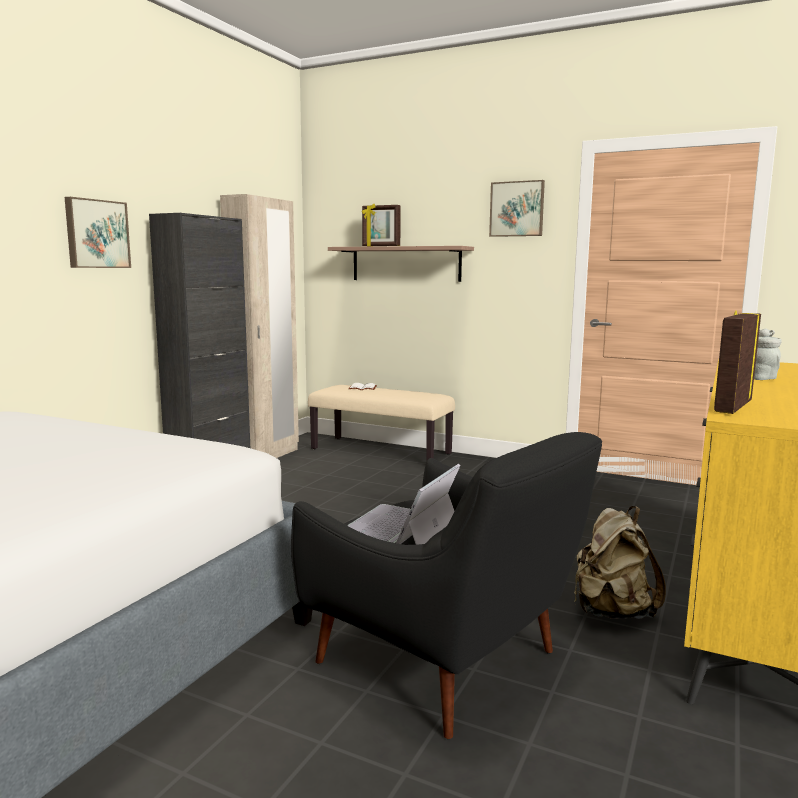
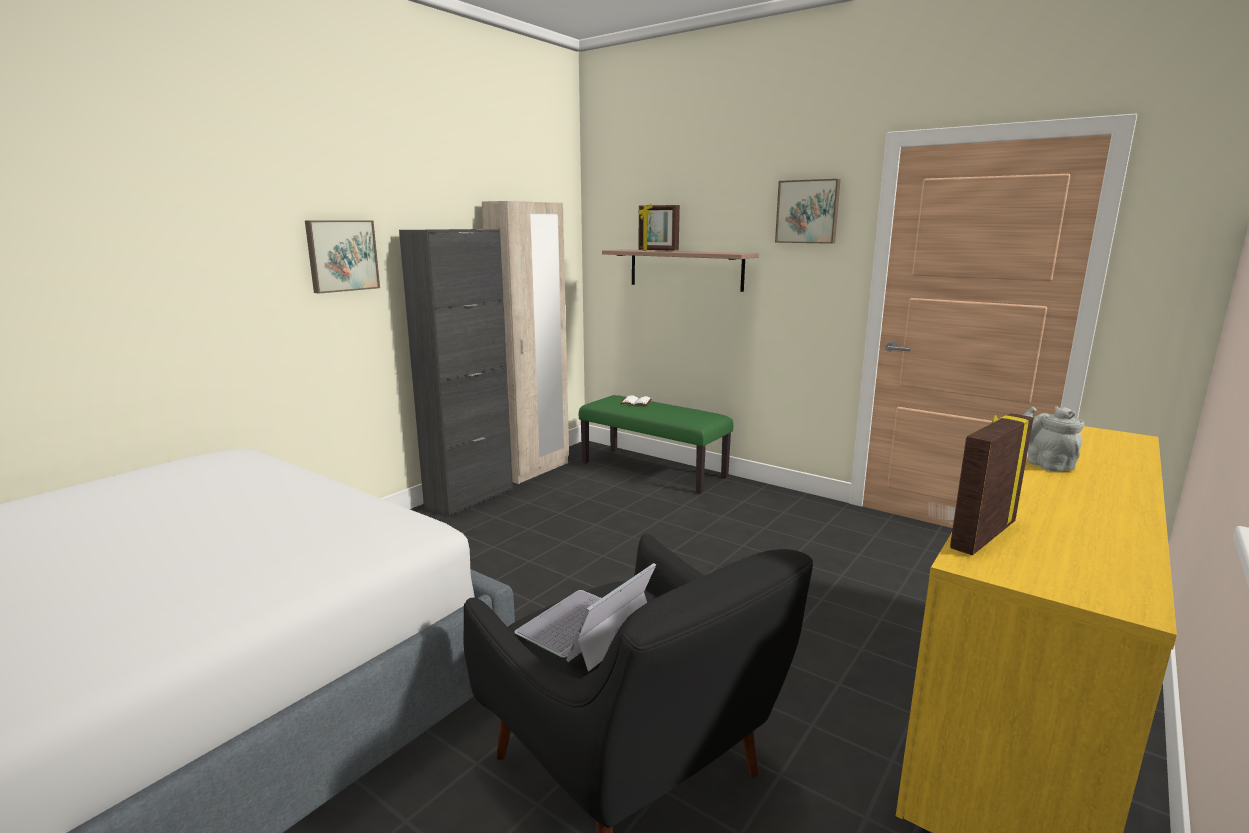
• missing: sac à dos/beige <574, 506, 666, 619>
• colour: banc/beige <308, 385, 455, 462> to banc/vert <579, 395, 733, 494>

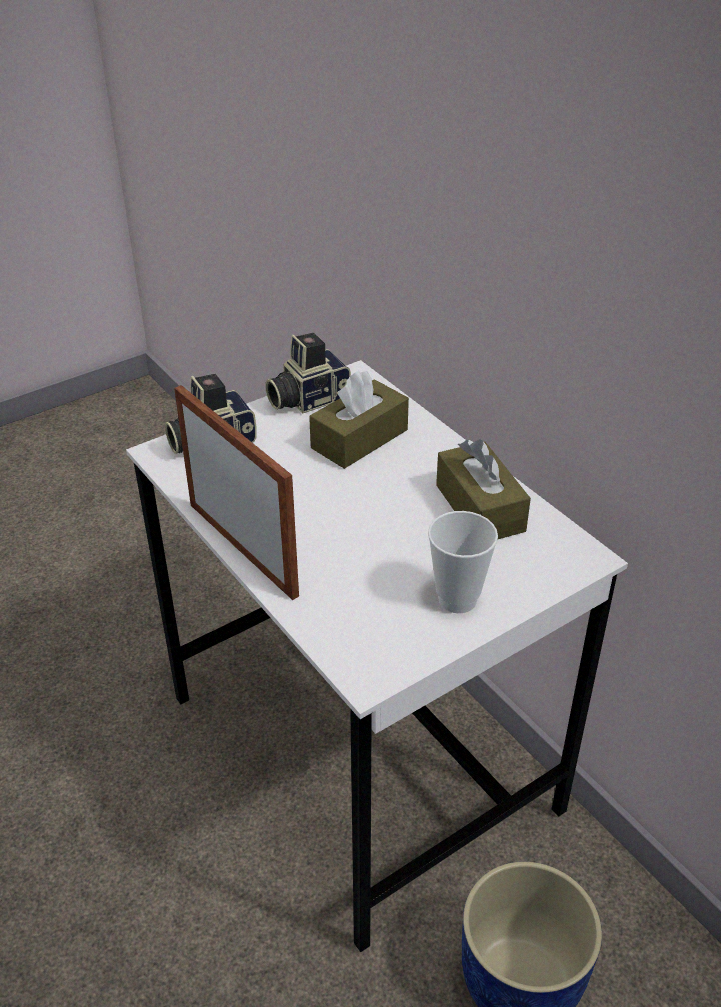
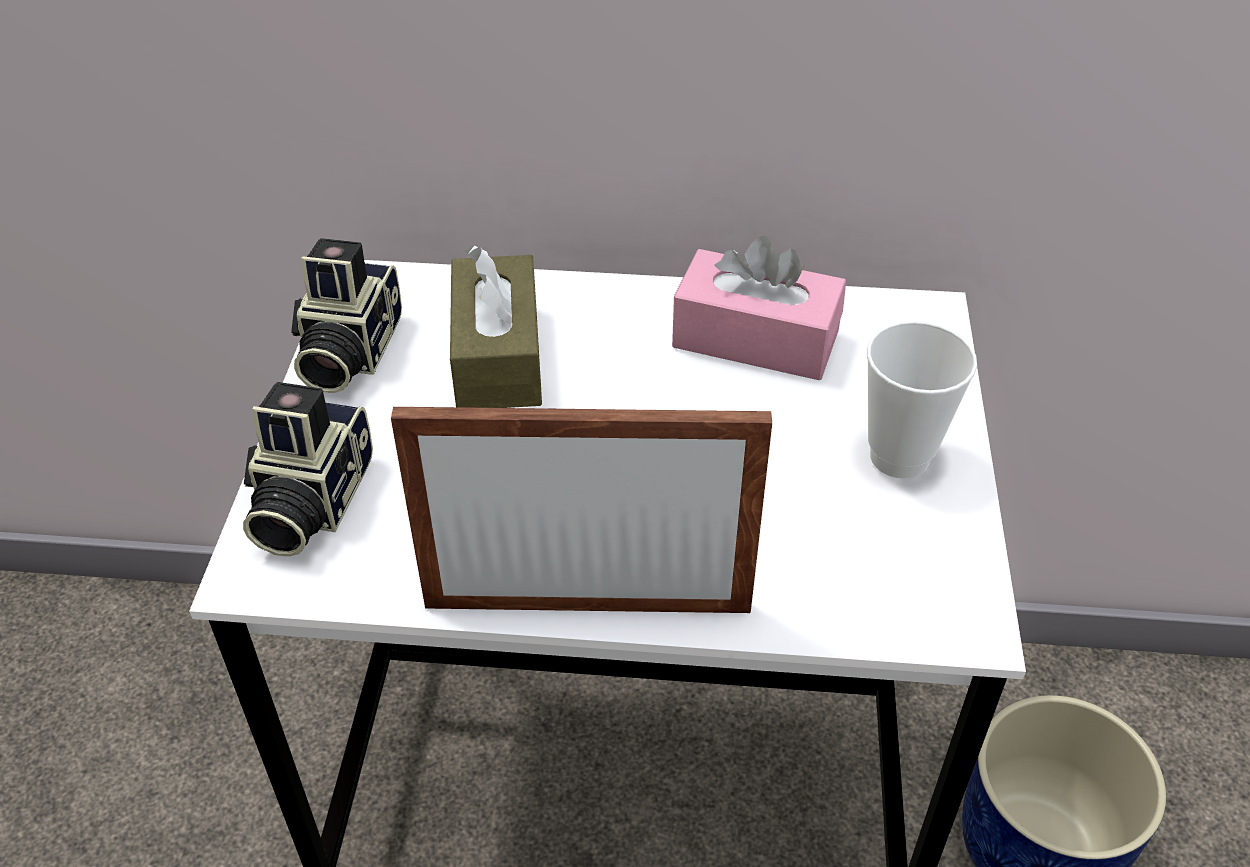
• colour: boîte à mouchoirs/marron <436, 439, 531, 539> to boîte à mouchoirs/rose <672, 236, 846, 381>

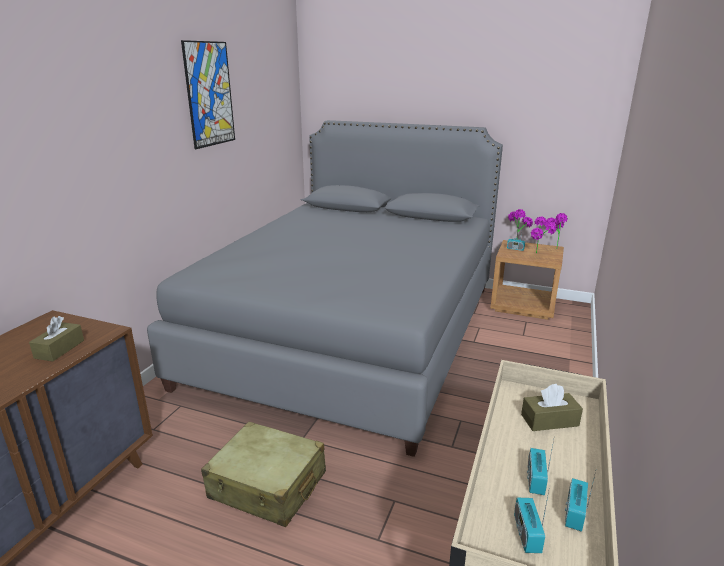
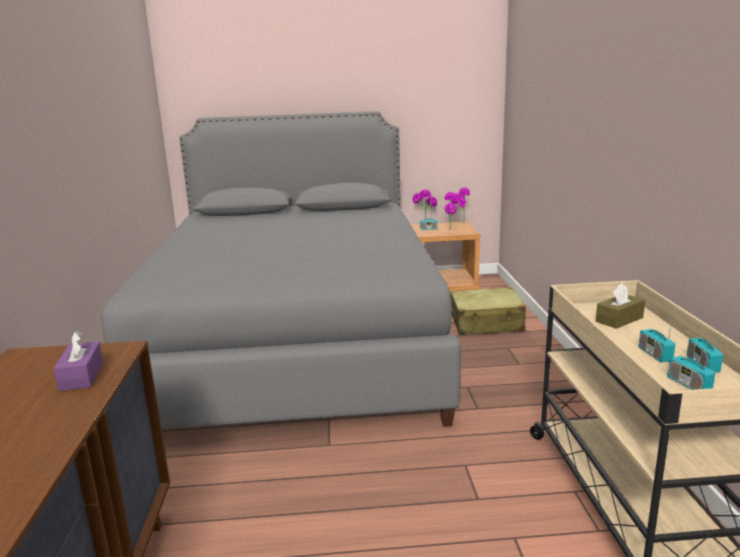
• missing: tableau <181, 40, 235, 149>
• relocated: valise/beige <201, 421, 326, 527> to <451, 287, 526, 335>
• colour: boîte à mouchoirs/marron <29, 316, 84, 362> to boîte à mouchoirs/violet <53, 331, 103, 391>

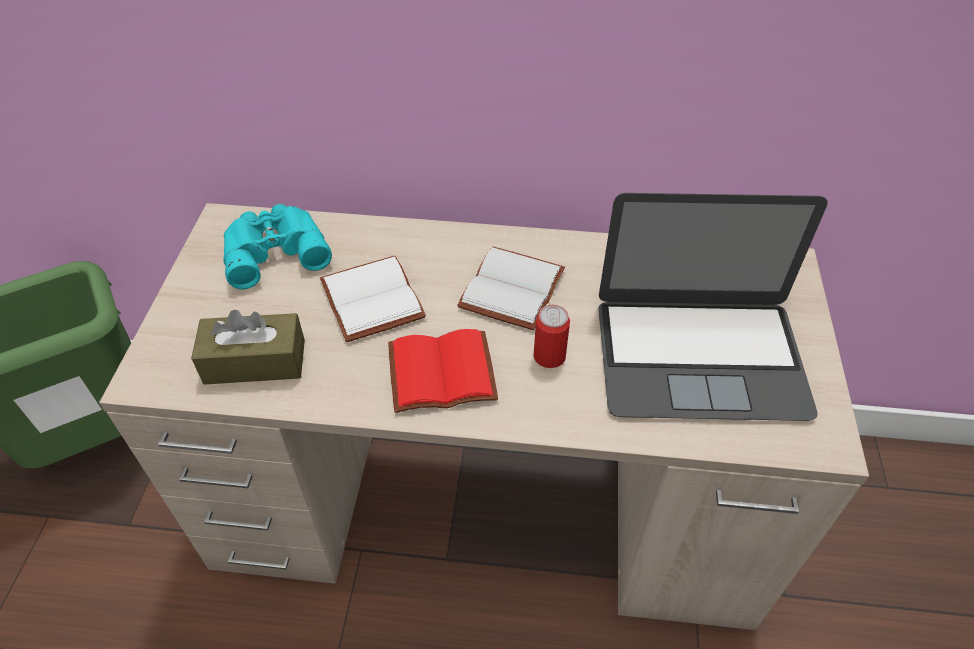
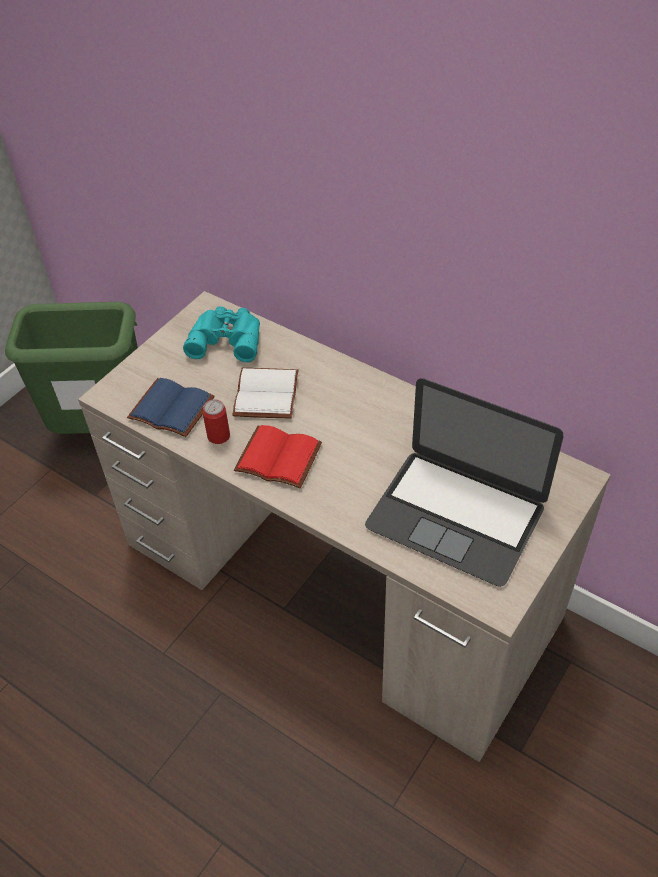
• missing: livre/blanc <457, 246, 565, 330>
• relocated: boîte métallique <533, 304, 570, 368> to <203, 399, 230, 444>
• exchanged: boîte à mouchoirs/marron <191, 310, 305, 385> to livre/bleu <127, 378, 215, 437>

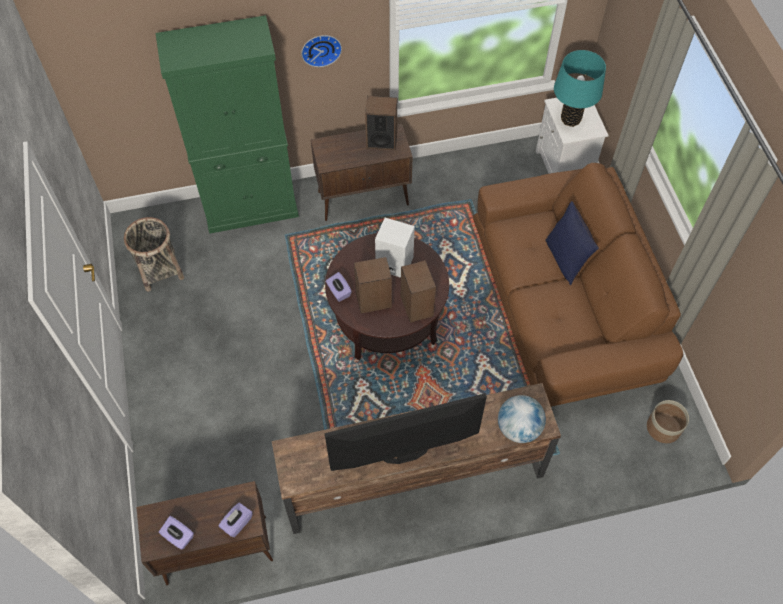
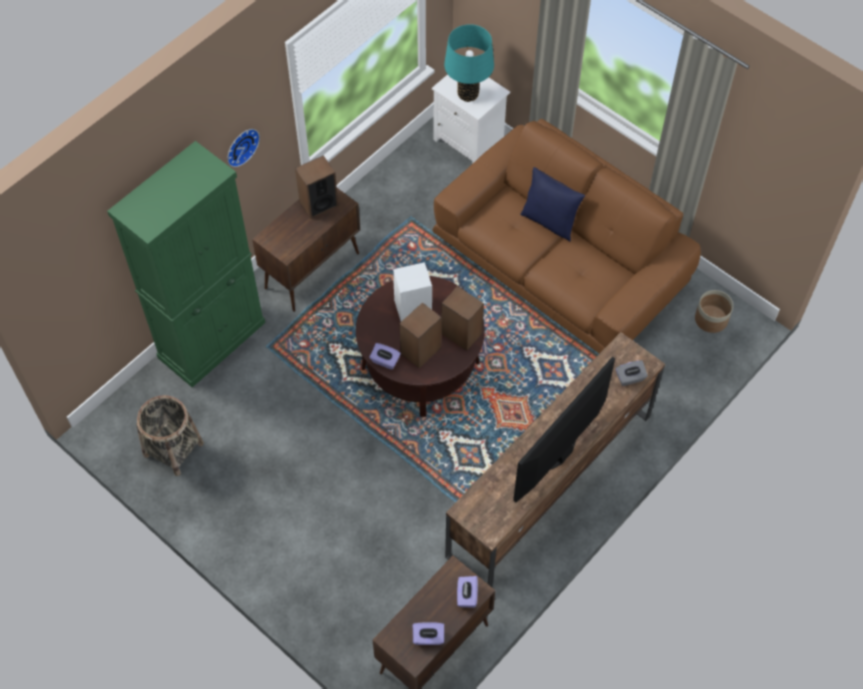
• exchanged: globe <498, 395, 546, 443> to boîte à mouchoirs/gris <616, 360, 648, 386>

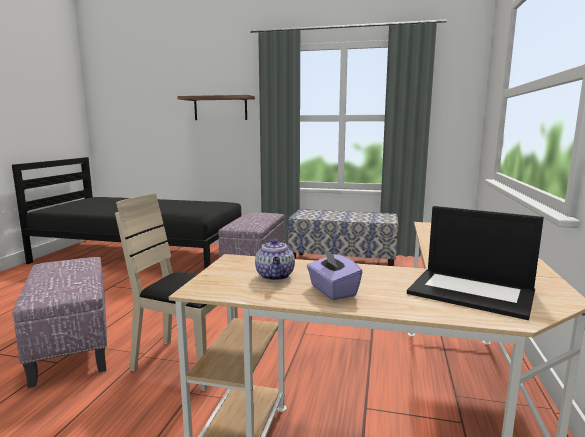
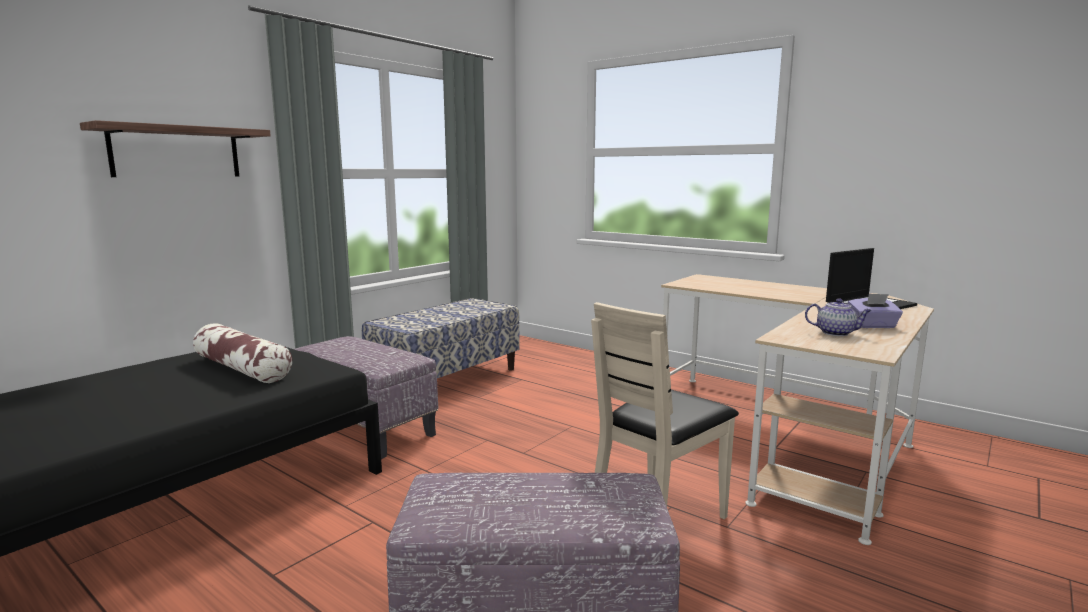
• appeared: coussin <193, 323, 292, 383>

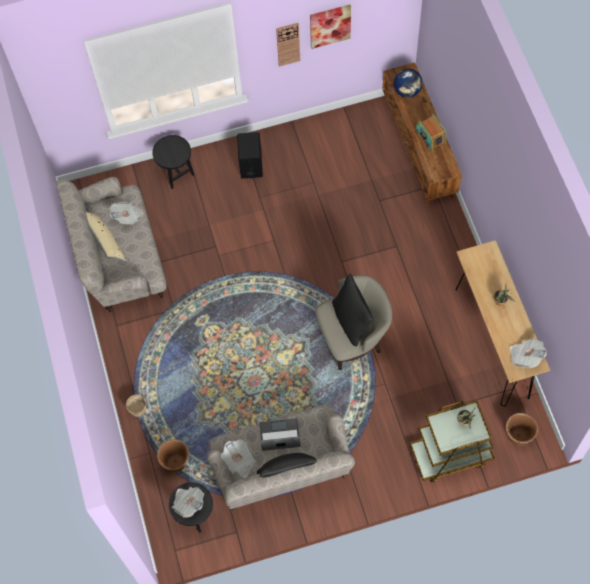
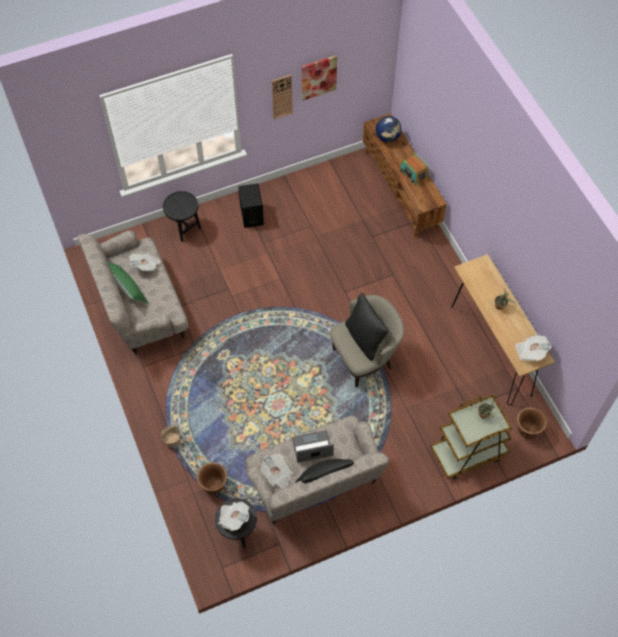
• colour: coussin/beige <86, 212, 126, 261> to coussin/vert <108, 262, 149, 304>

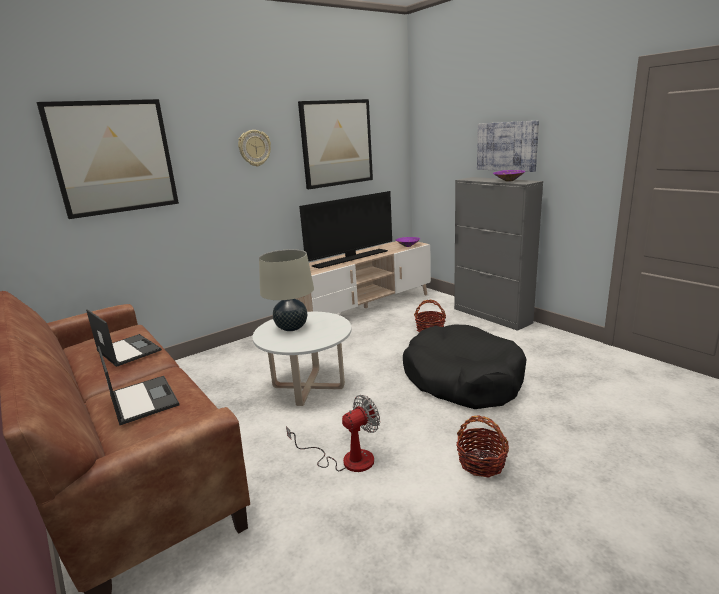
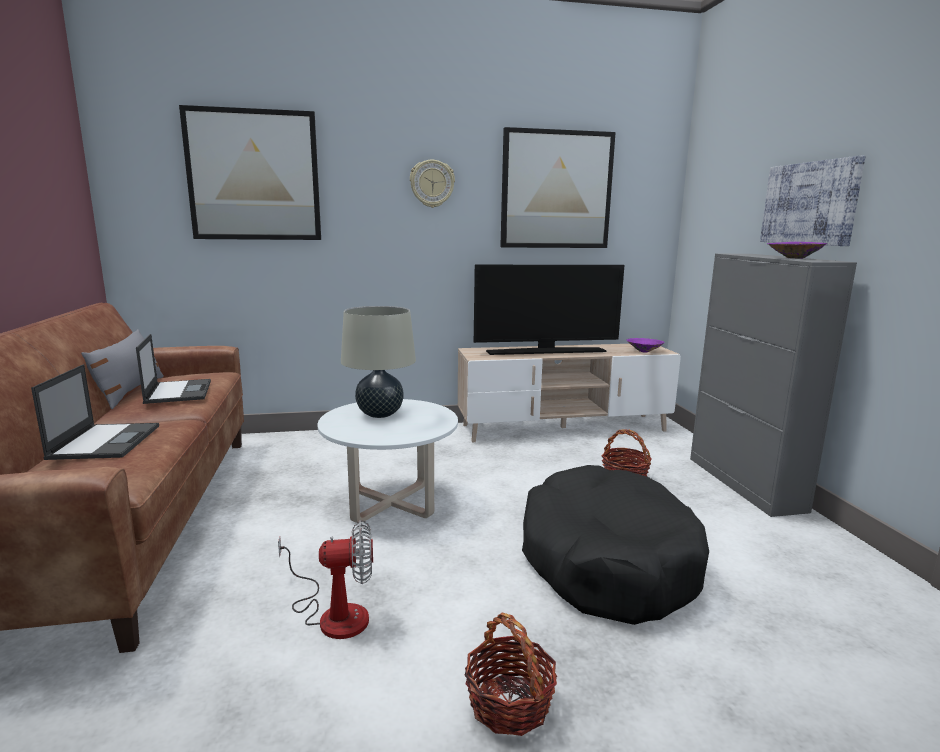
• appeared: coussin/gris <81, 329, 164, 409>

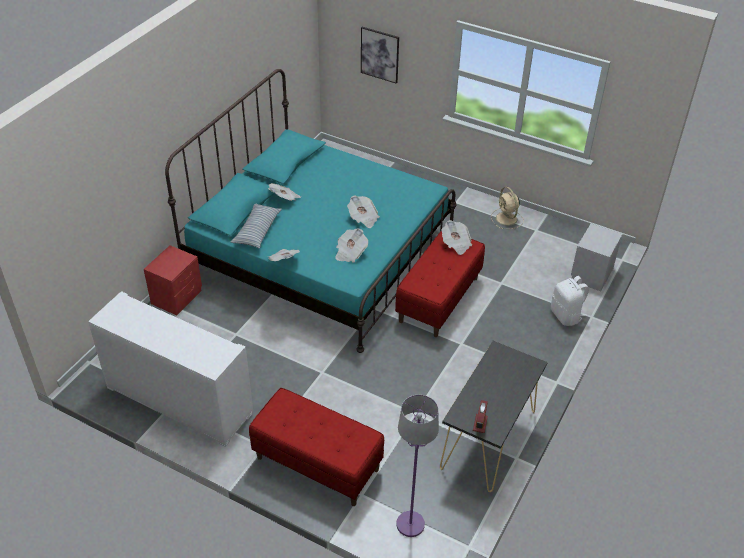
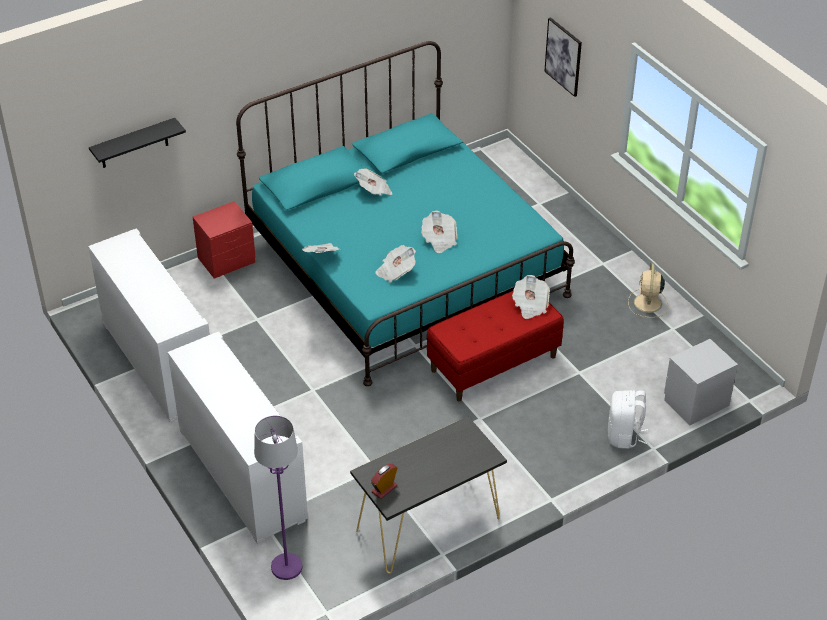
• missing: coussin <231, 204, 282, 248>
• appeared: étagère/noir <89, 118, 186, 168>
• exchanged: banc/rouge <249, 388, 384, 506> to meuble de rangement/blanc <168, 332, 308, 544>

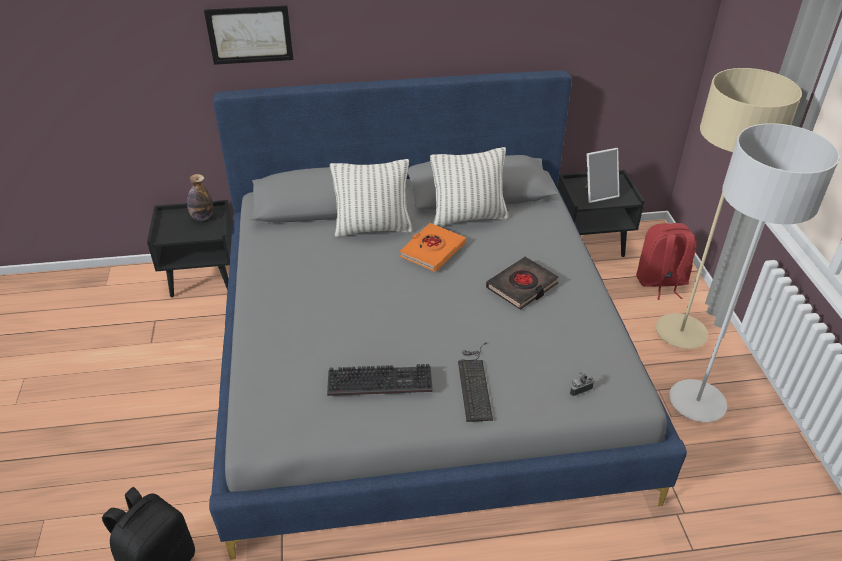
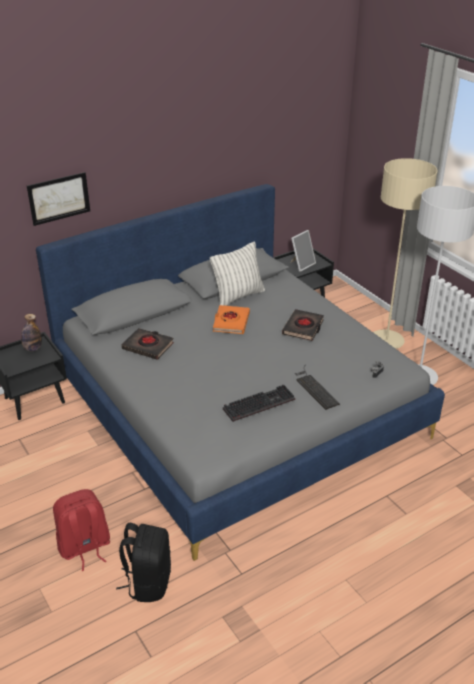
• missing: coussin <330, 159, 413, 237>
• appeared: livre/noir <122, 328, 174, 360>
• relocated: sac à dos/rouge <636, 223, 697, 300> to <53, 489, 110, 571>

